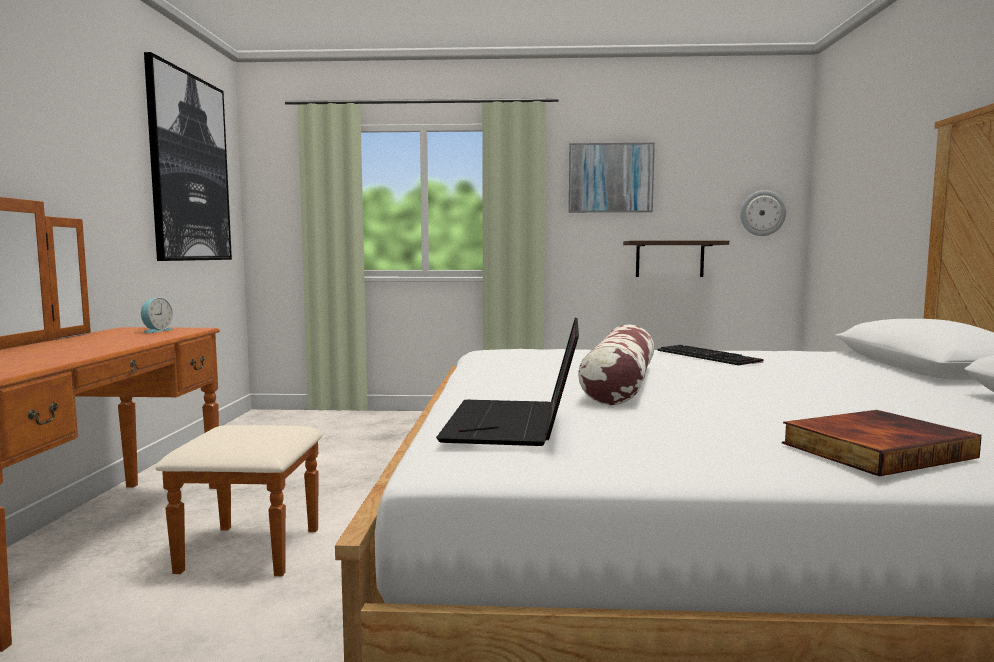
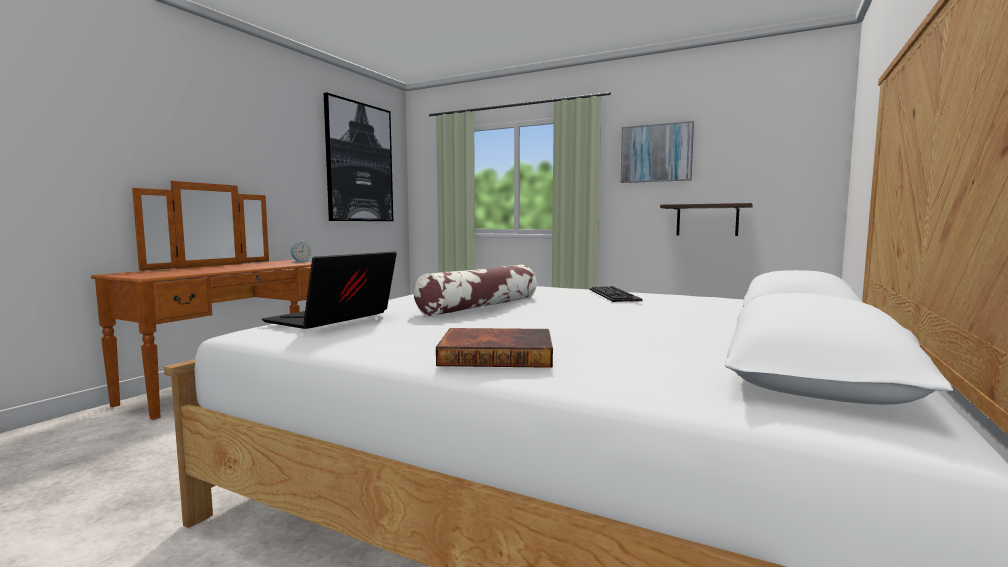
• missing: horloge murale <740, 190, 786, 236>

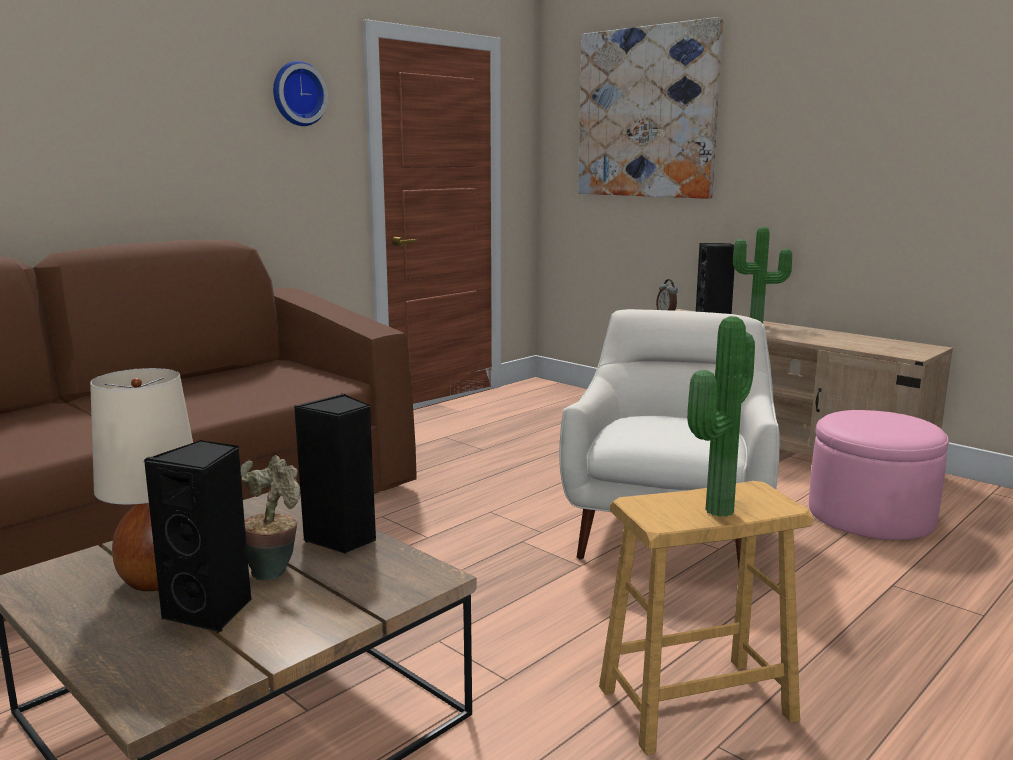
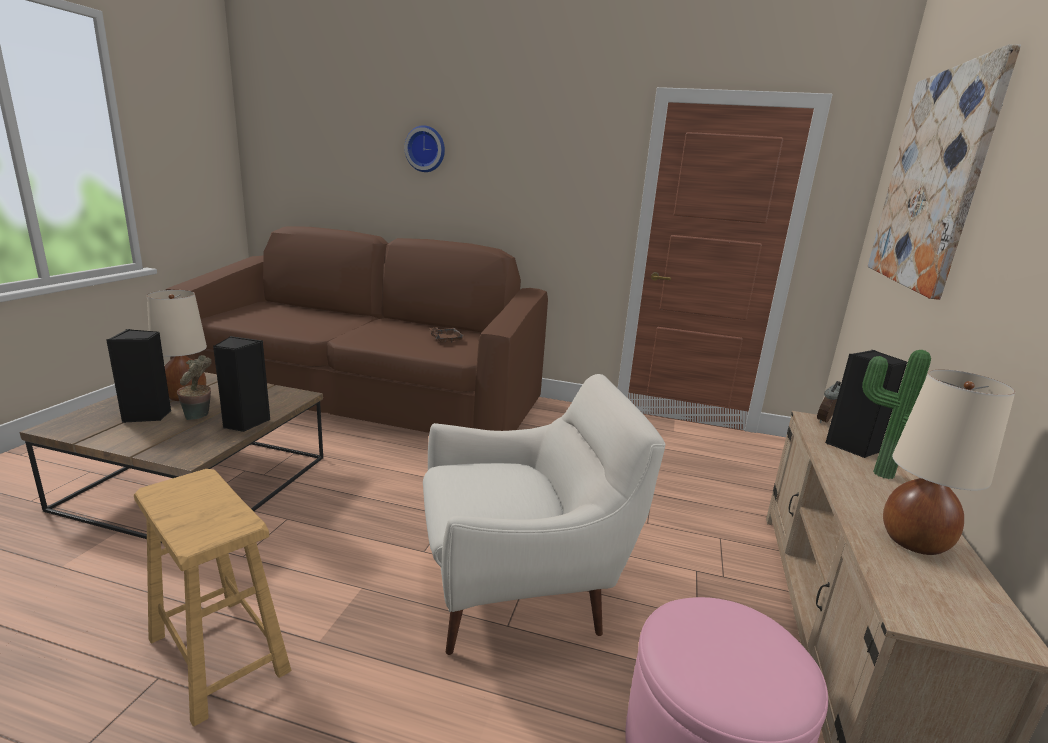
• missing: plante en pot <687, 316, 755, 517>
• appeared: plateau/marron <429, 327, 464, 343>
• appeared: lampe de table/beige <883, 369, 1015, 555>
• relocated: horloge murale <273, 61, 328, 126> to <404, 125, 445, 172>

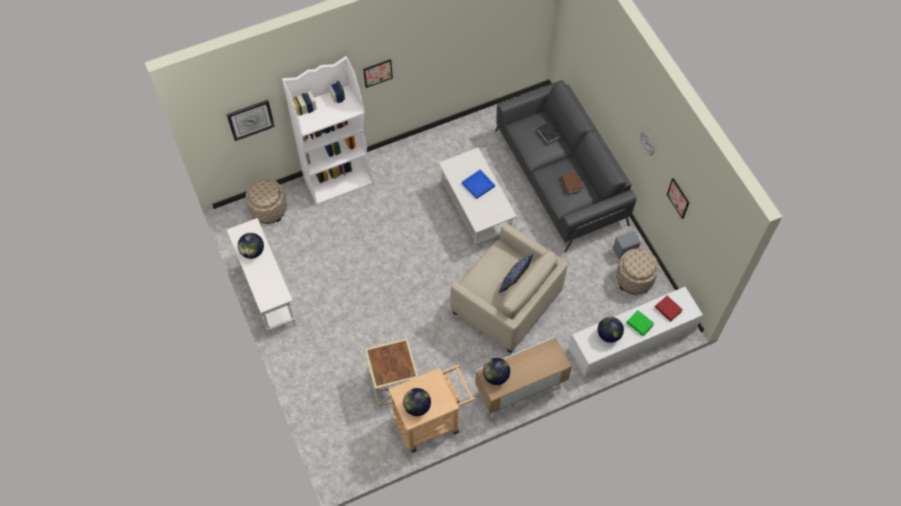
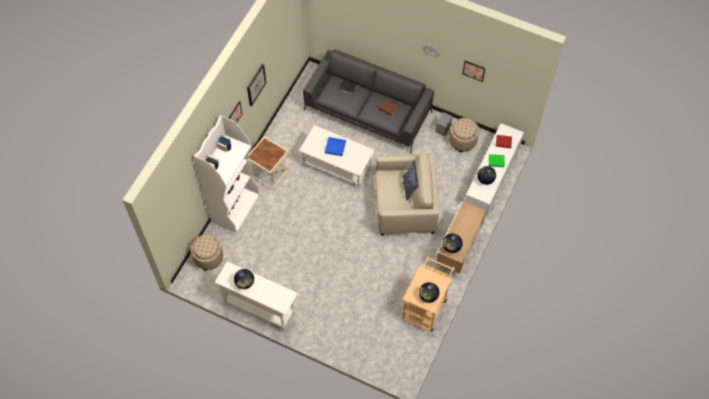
• relocated: horloge murale <226, 100, 275, 141> to <247, 64, 266, 106>
• relocated: table d'appoint/beige <365, 338, 418, 406> to <248, 136, 291, 190>

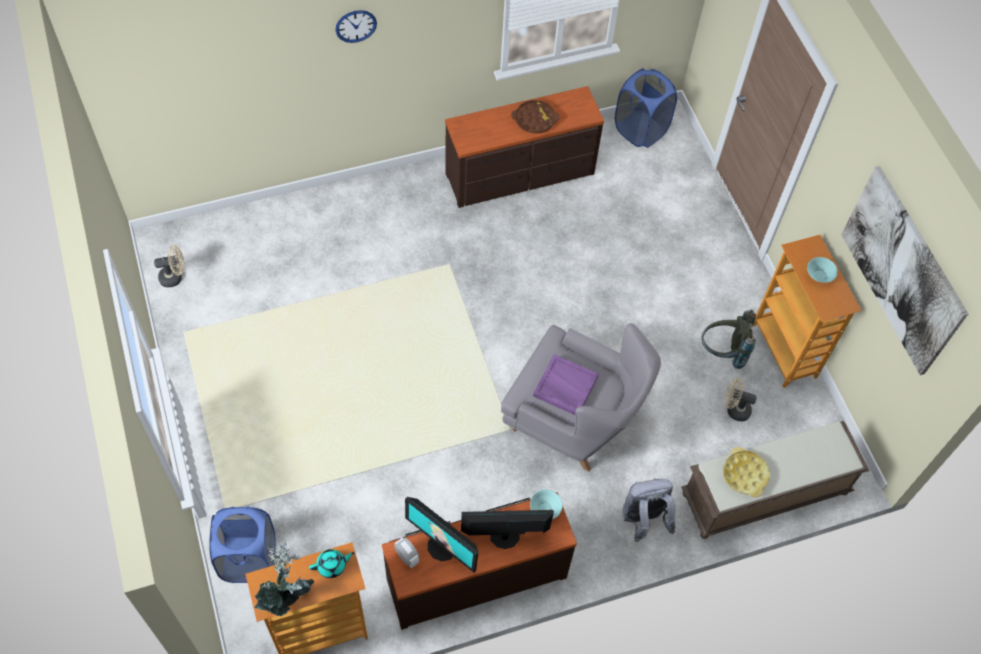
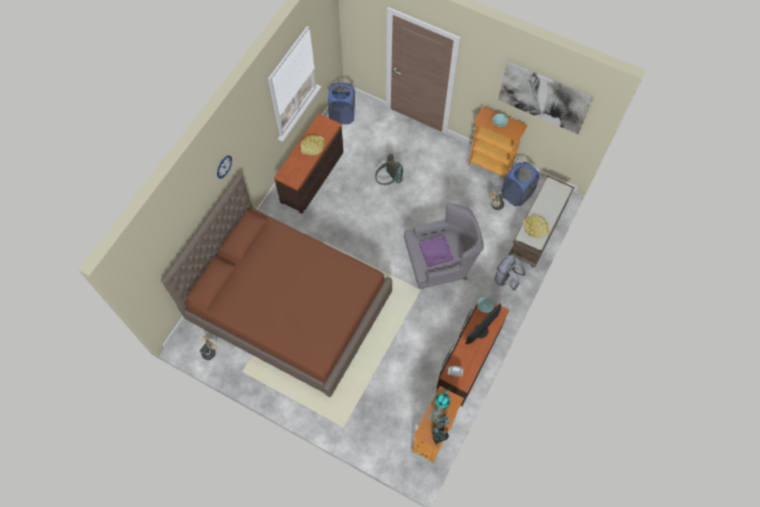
• missing: écran d'ordinateur <405, 497, 478, 572>
• appeared: lit/marron <161, 173, 392, 397>
• relocated: panier à linge/bleu <209, 506, 276, 583> to <502, 162, 539, 206>
• relocated: sac à dos/gris <701, 310, 756, 369> to <375, 154, 403, 185>
• colour: plateau/marron <511, 100, 560, 133> to plateau/jaune <300, 135, 324, 156>

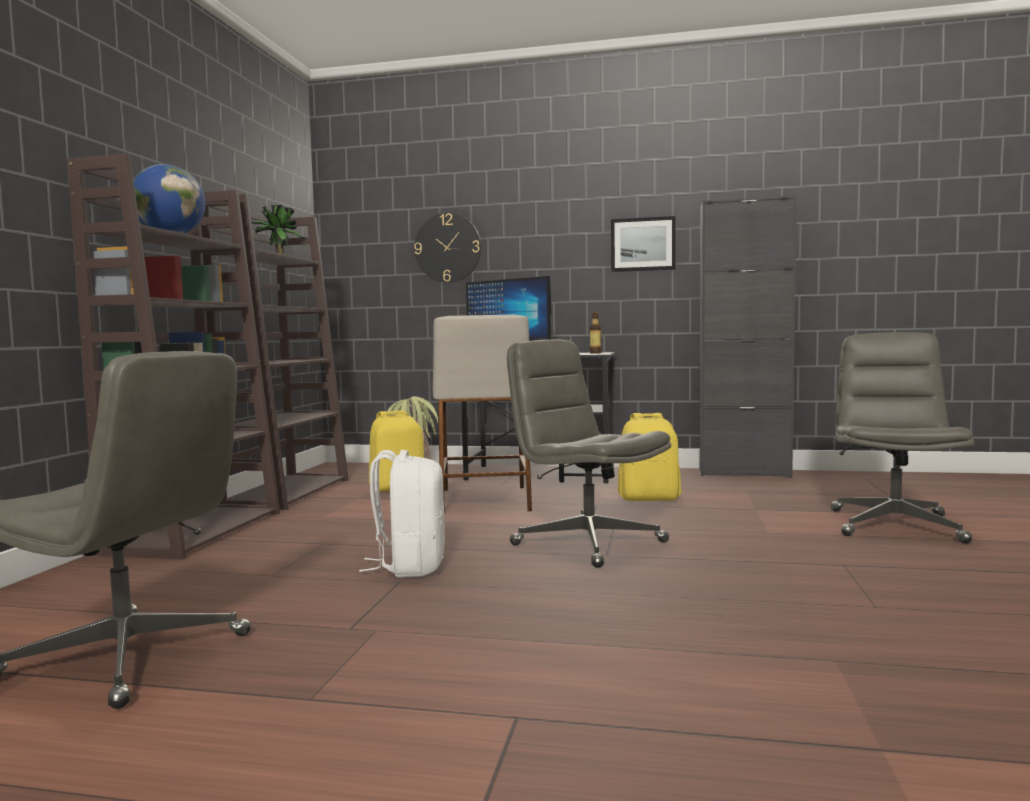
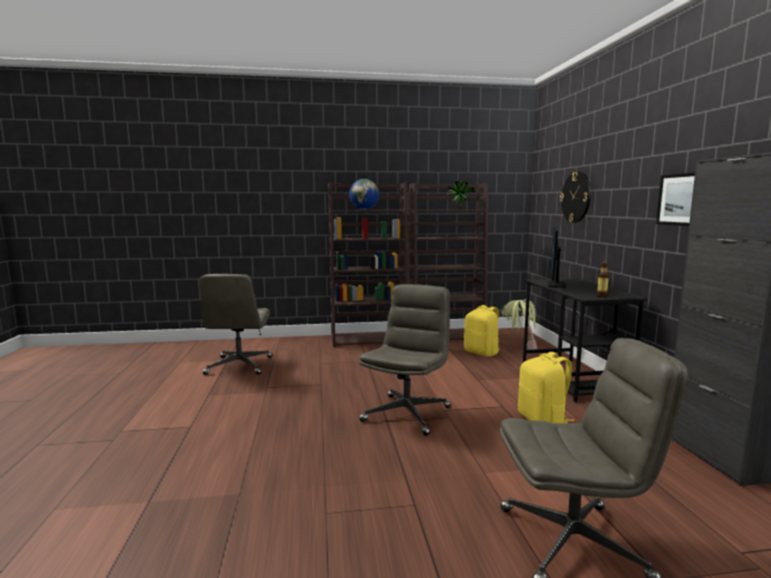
• missing: sac à dos/blanc <359, 450, 445, 578>
• missing: tabouret/beige <433, 315, 532, 511>

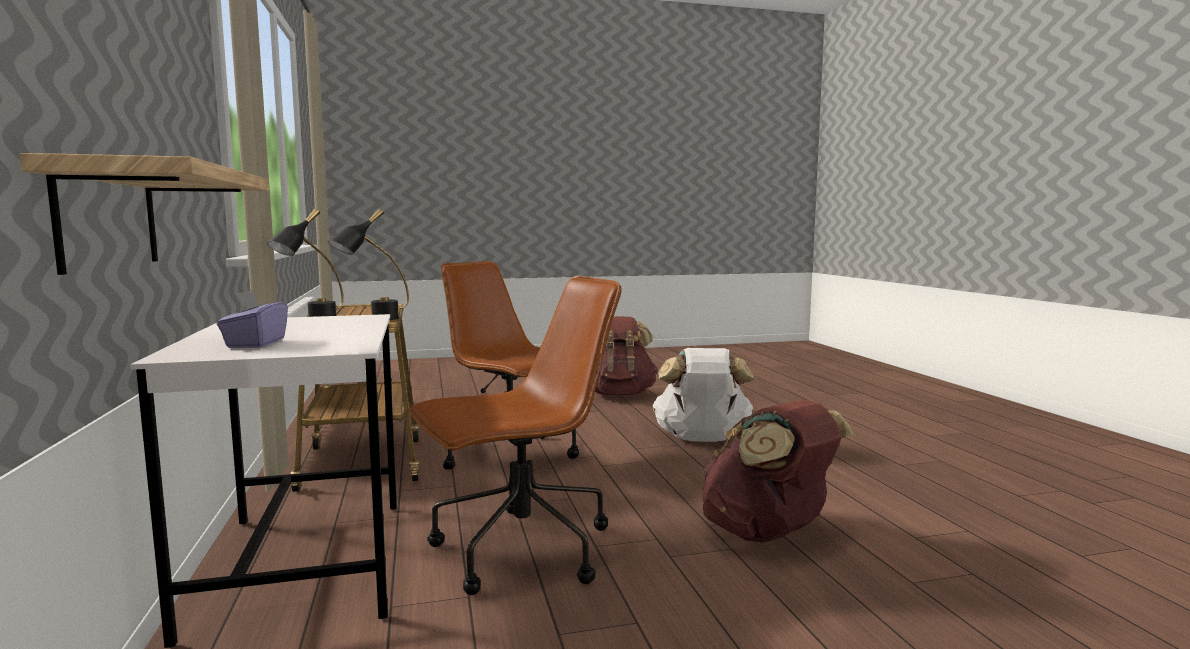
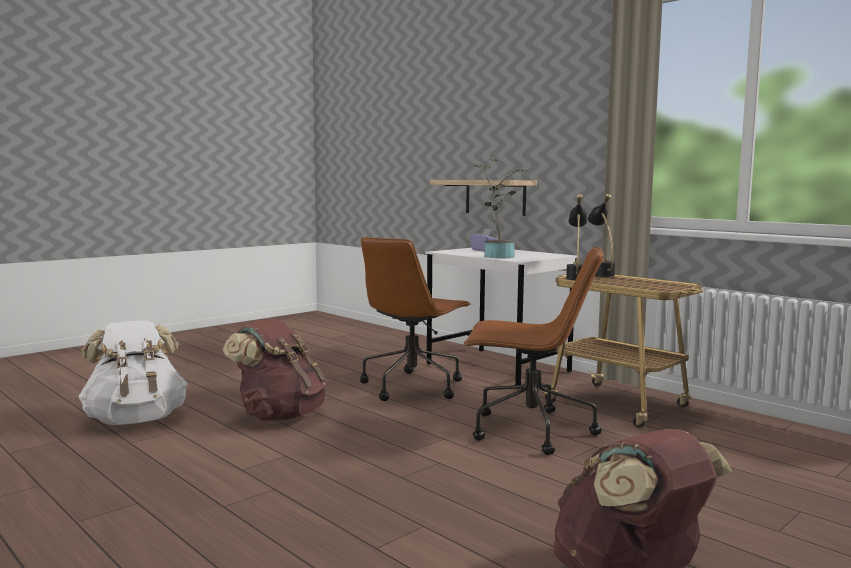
• appeared: plante en pot <474, 159, 528, 259>
• relocated: sac à dos/blanc <653, 348, 754, 442> to <78, 320, 188, 425>

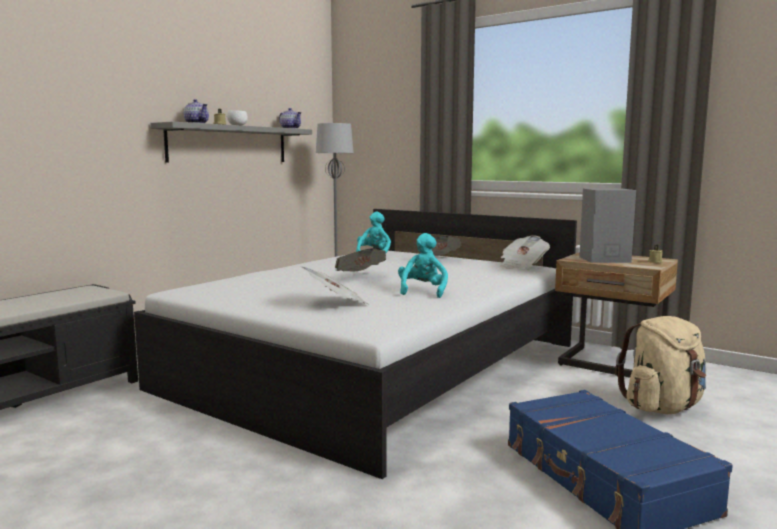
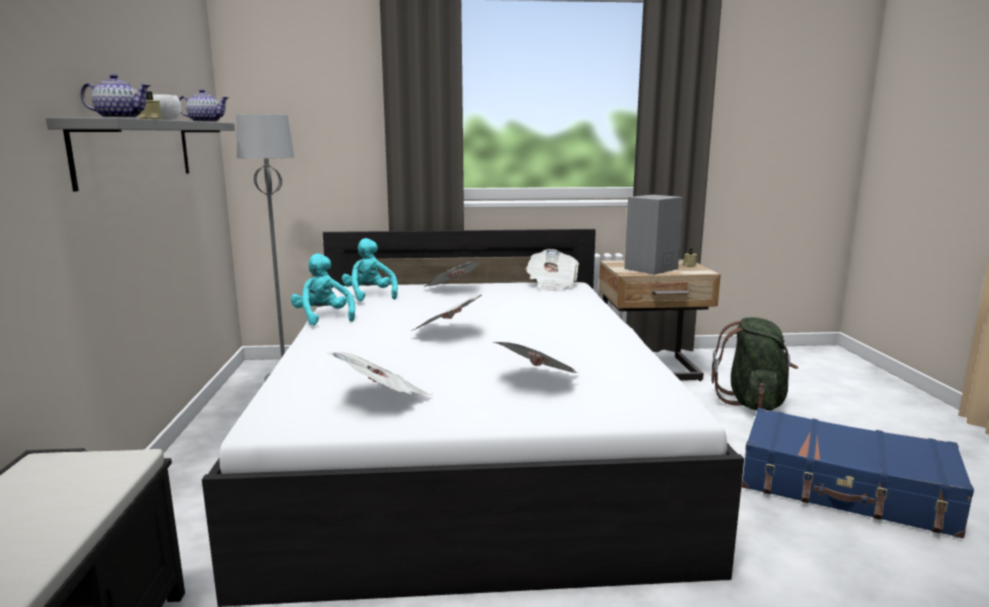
• appeared: journal <327, 352, 433, 395>
• relocated: peluche/turquoise <398, 233, 448, 298> to <291, 253, 355, 326>
• colour: sac à dos/beige <615, 316, 706, 414> to sac à dos/vert <712, 317, 798, 411>

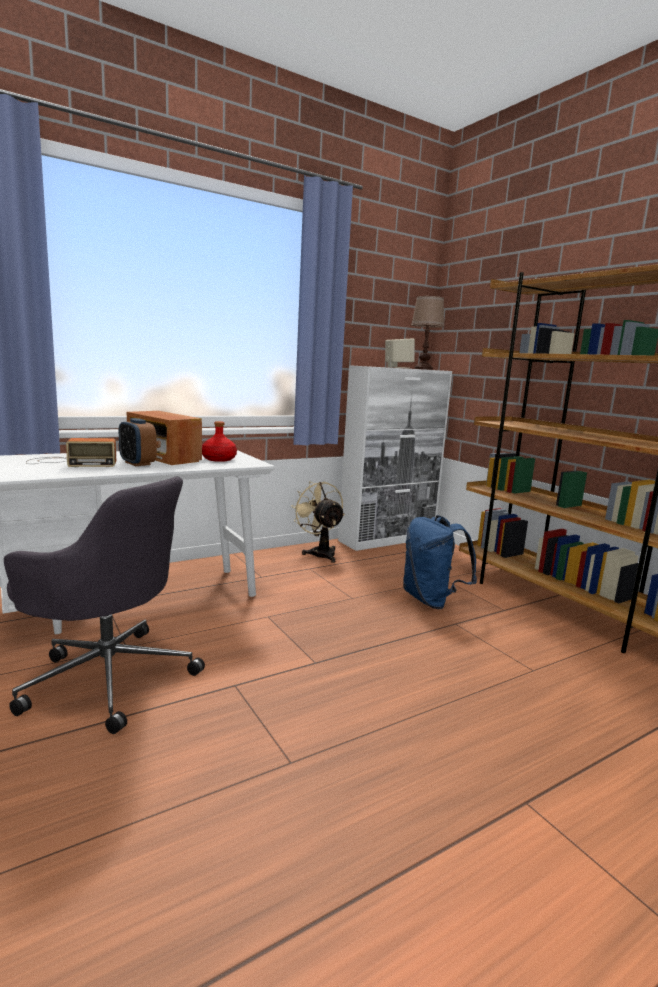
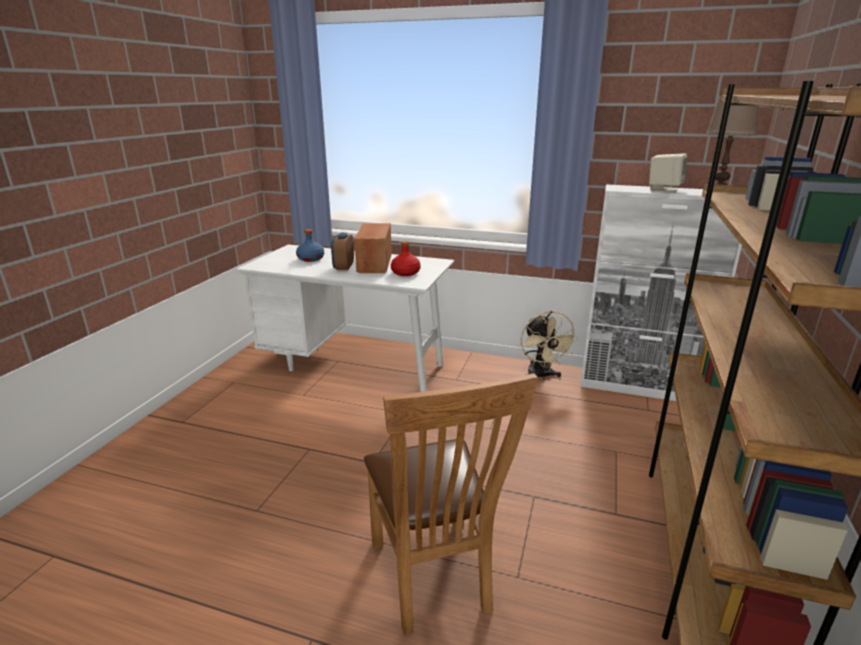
• missing: chaise de bureau/gris <4, 477, 205, 734>
• missing: sac à dos/bleu <403, 515, 477, 609>
• appeared: chaise/marron <364, 373, 538, 635>
• exchanged: radio <26, 438, 116, 467> to bouteille/bleu <296, 229, 324, 262>
• spun: ventilateur/beige <291, 482, 345, 563> = <521, 311, 579, 380> 150 degrees clockwise

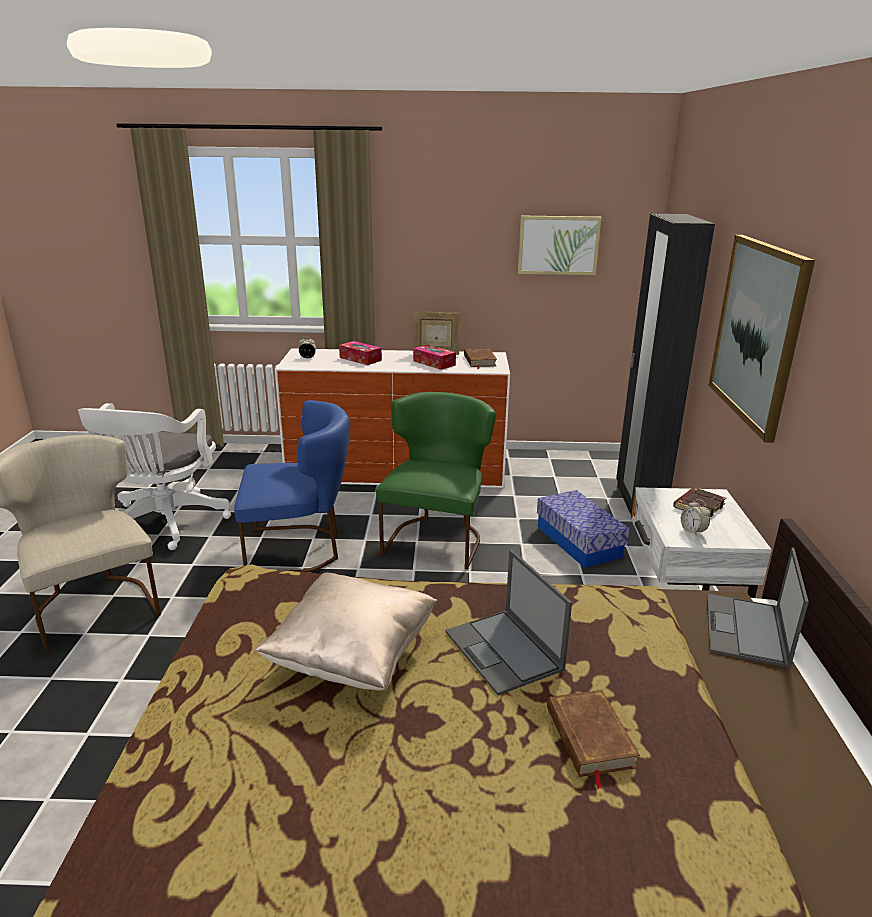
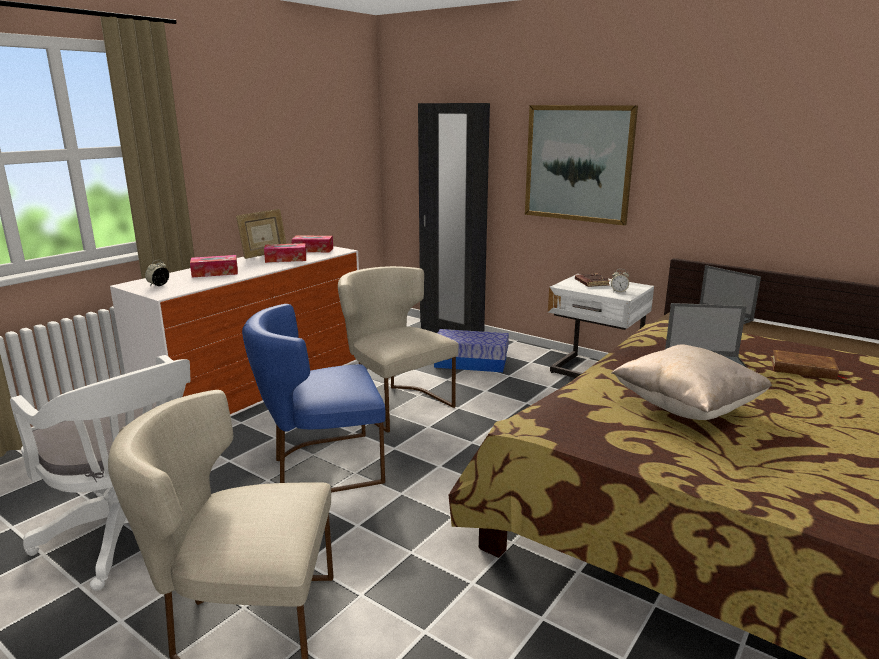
• missing: tableau <518, 216, 602, 275>
• exchanged: livre/marron <464, 349, 497, 369> to boîte à mouchoirs <291, 236, 333, 252>
• colour: chaise/vert <376, 392, 496, 569> to chaise/beige <338, 266, 459, 433>
• spun: chaise/bleu <234, 400, 350, 573> = <242, 304, 386, 493> 135 degrees counterclockwise

